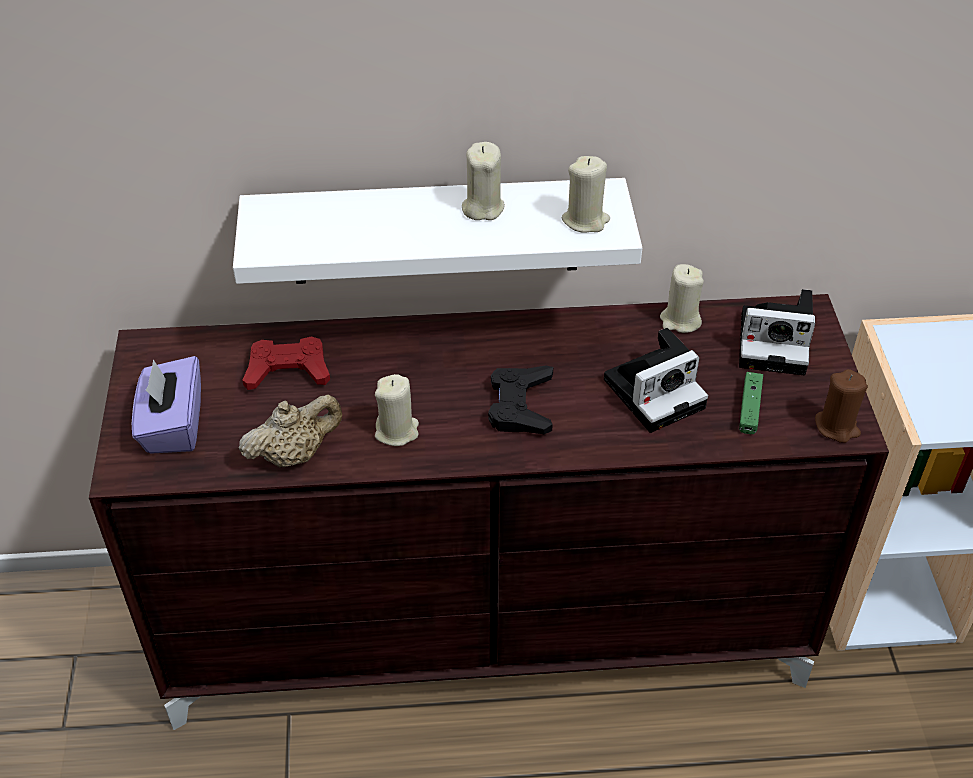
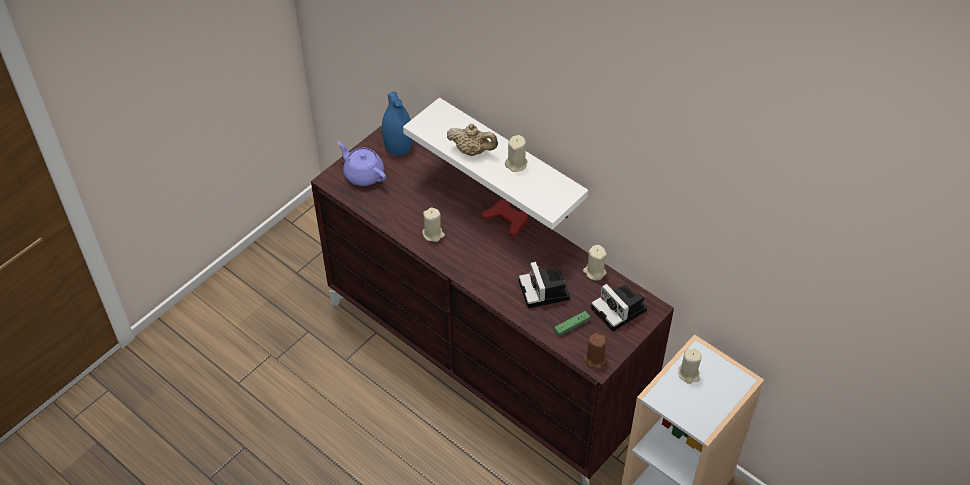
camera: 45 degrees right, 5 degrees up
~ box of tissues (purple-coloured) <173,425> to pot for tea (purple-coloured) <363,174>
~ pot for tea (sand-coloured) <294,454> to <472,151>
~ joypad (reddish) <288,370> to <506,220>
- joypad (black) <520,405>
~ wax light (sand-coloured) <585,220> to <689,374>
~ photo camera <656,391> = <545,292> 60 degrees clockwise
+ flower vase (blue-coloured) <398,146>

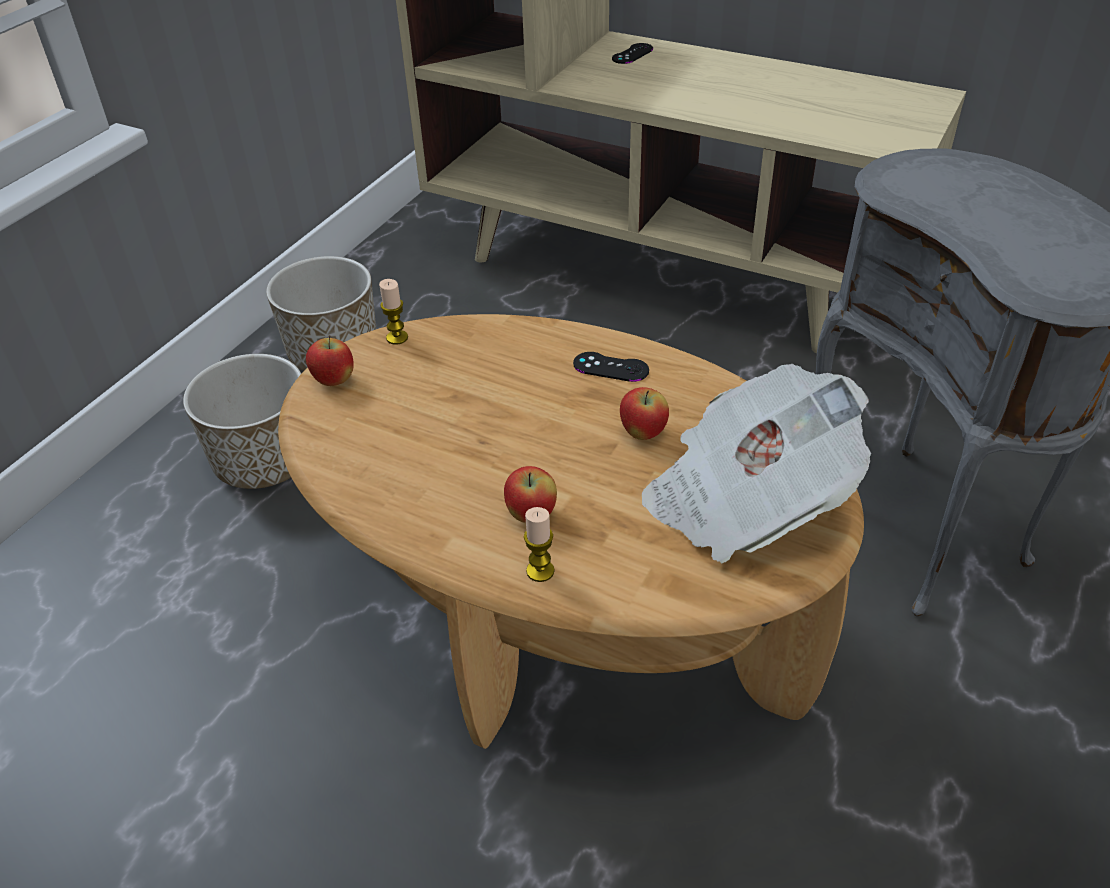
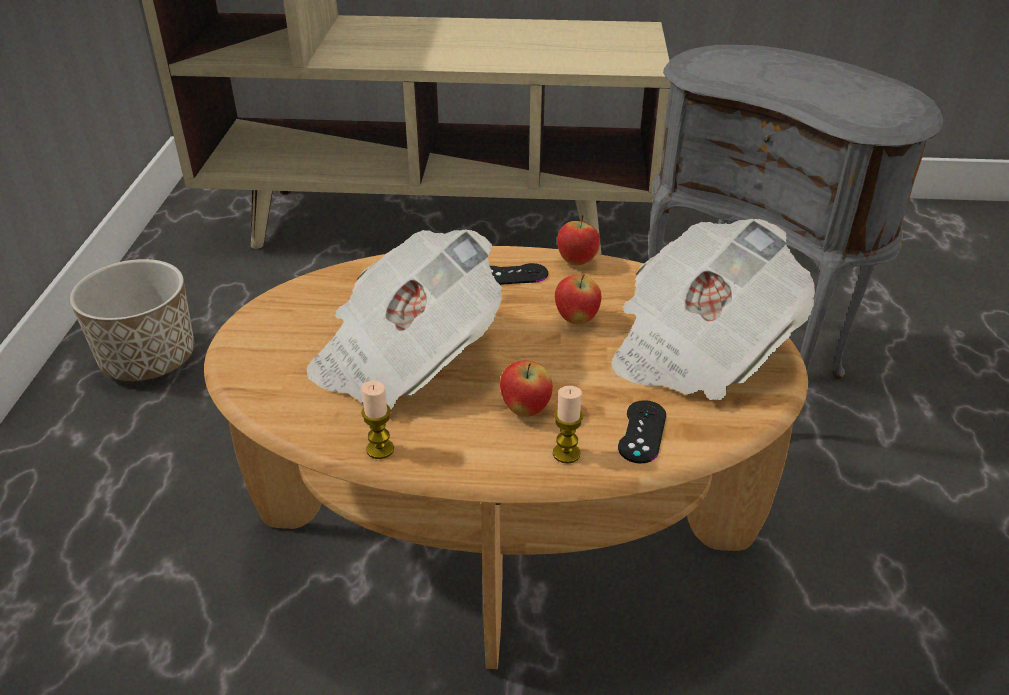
camera: 25 degrees left, 5 degrees down
- planter <265,461>
~ whole apple <334,381> to <577,262>
~ wax light <397,338> to <380,449>
~ joypad (black) <632,54> to <642,432>
+ printed paper <404,358>

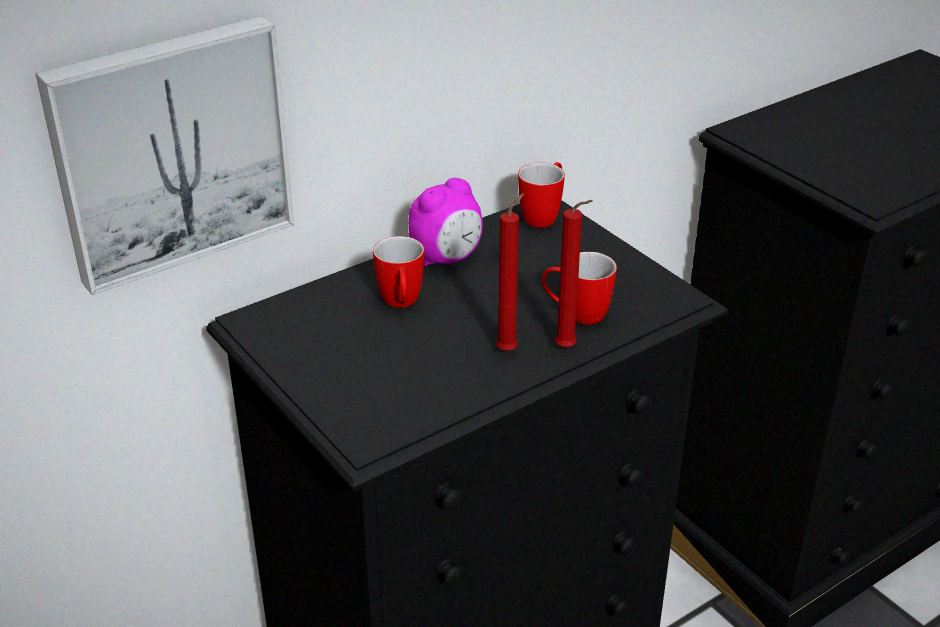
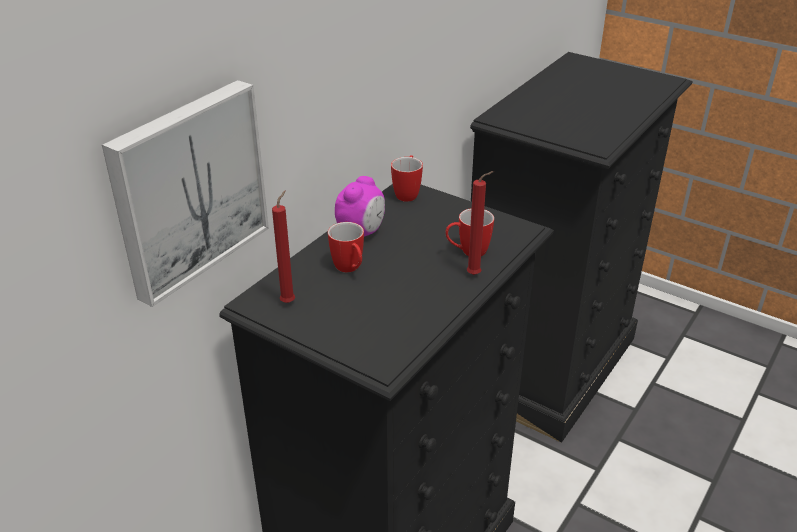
camera: 20 degrees left, 0 degrees up
~ wax light (reddish) <509,350> to <289,301>

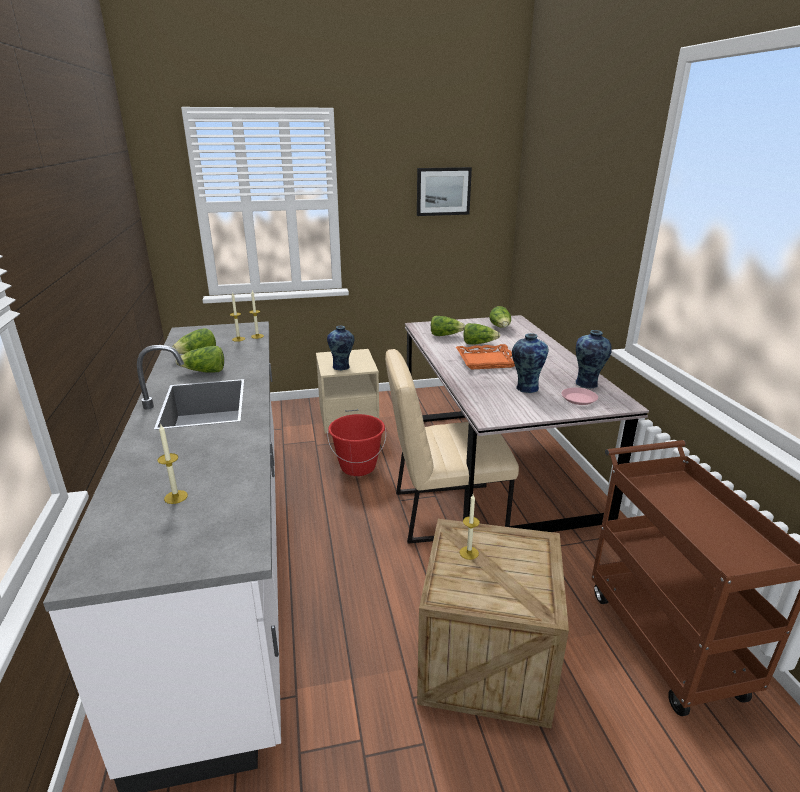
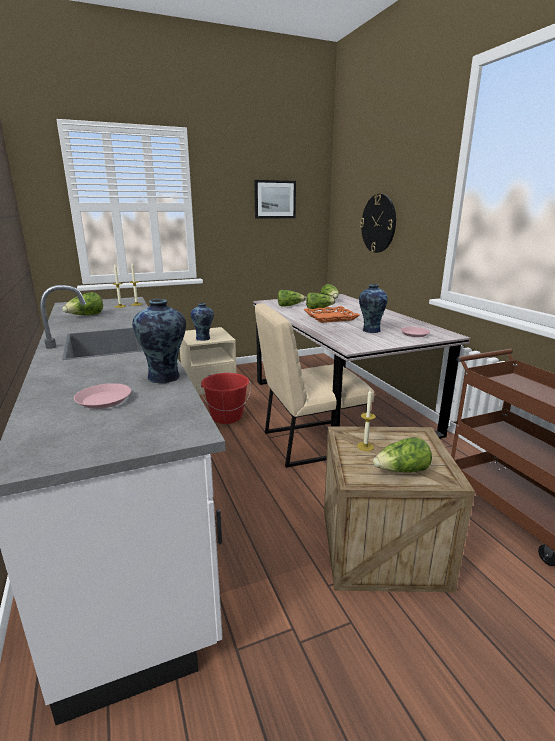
camera: 10 degrees left, 5 degrees down
~ wax light <176,497> to flat dish (pink-coloured) <103,400>
~ lettuce head <204,372> to <402,471>
~ flower vase <587,384> to <165,378>
+ wall clock <378,223>

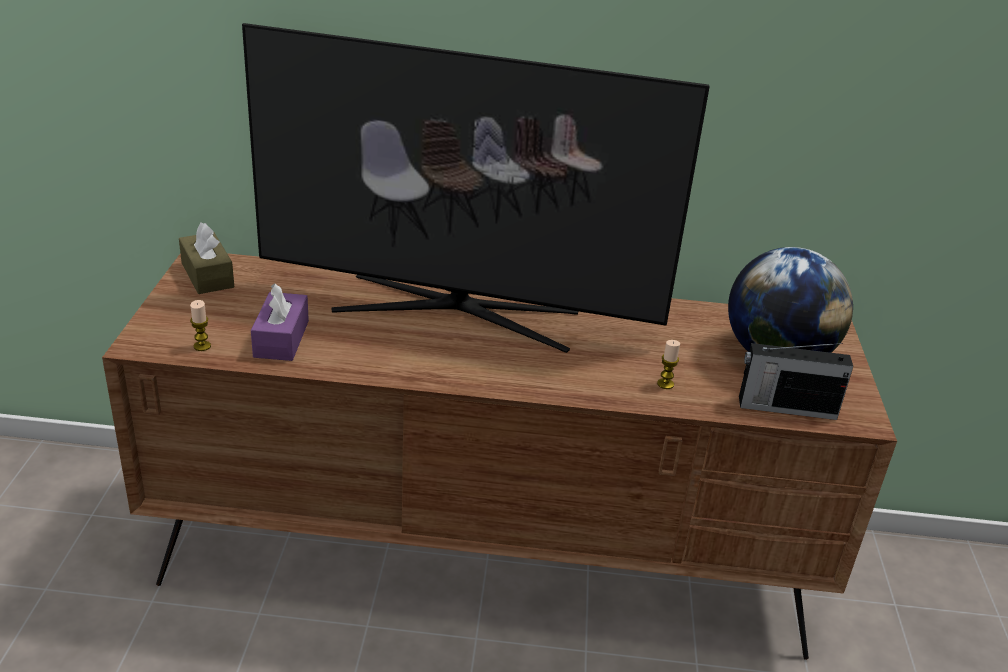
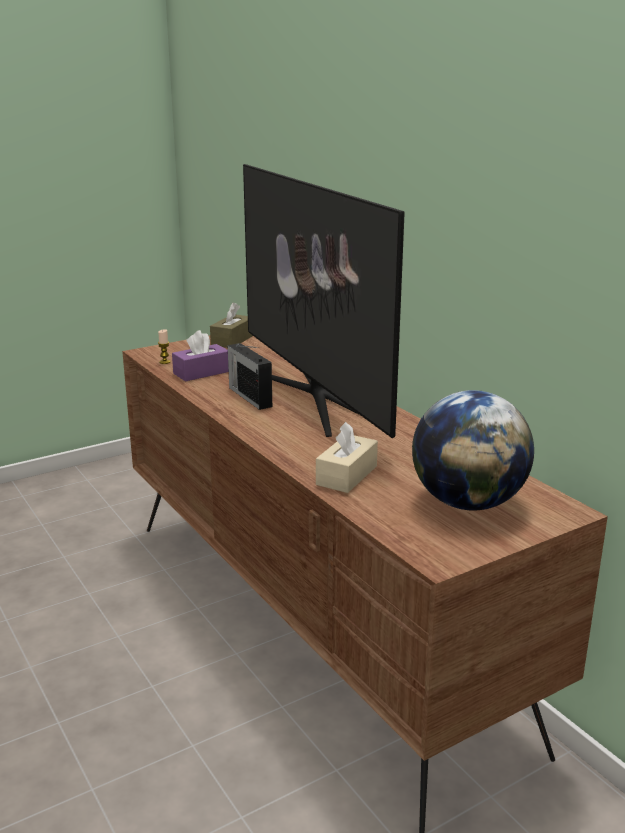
camera: 55 degrees right, 10 degrees down
~ wax light <665,384> to box of tissues (sand-coloured) <347,475>
~ radio receiver <785,407> to <249,396>

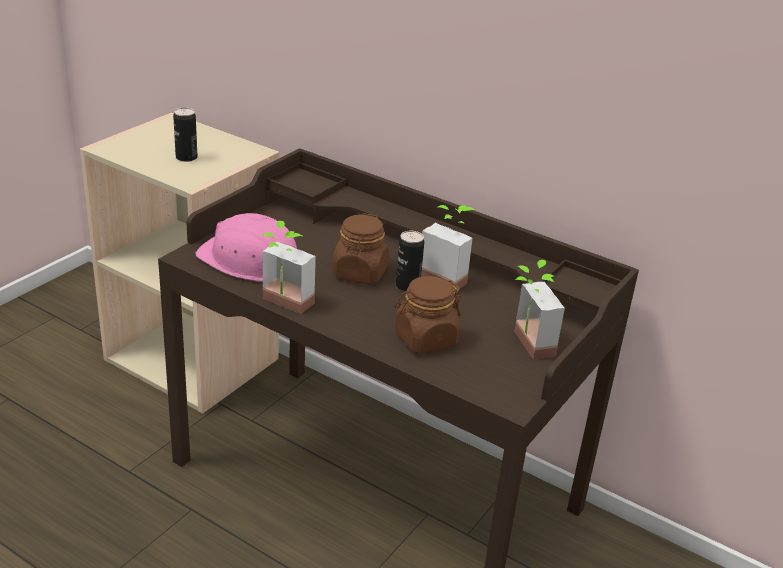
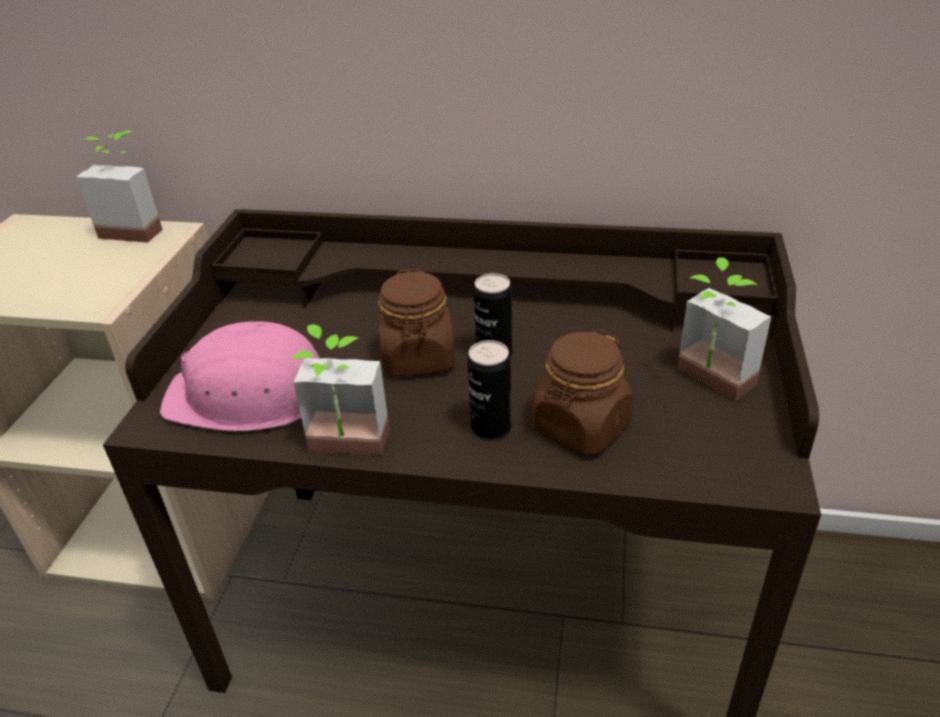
camera: 20 degrees left, 5 degrees up
~ can <186,157> to <491,427>
~ houseplant <447,276> to <137,228>

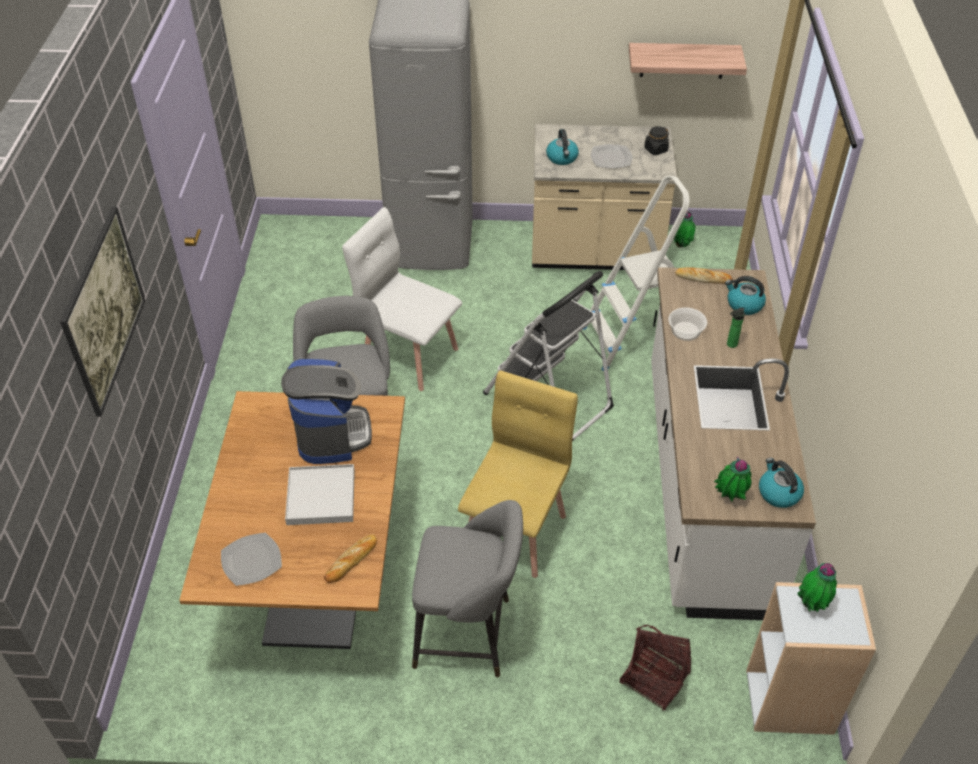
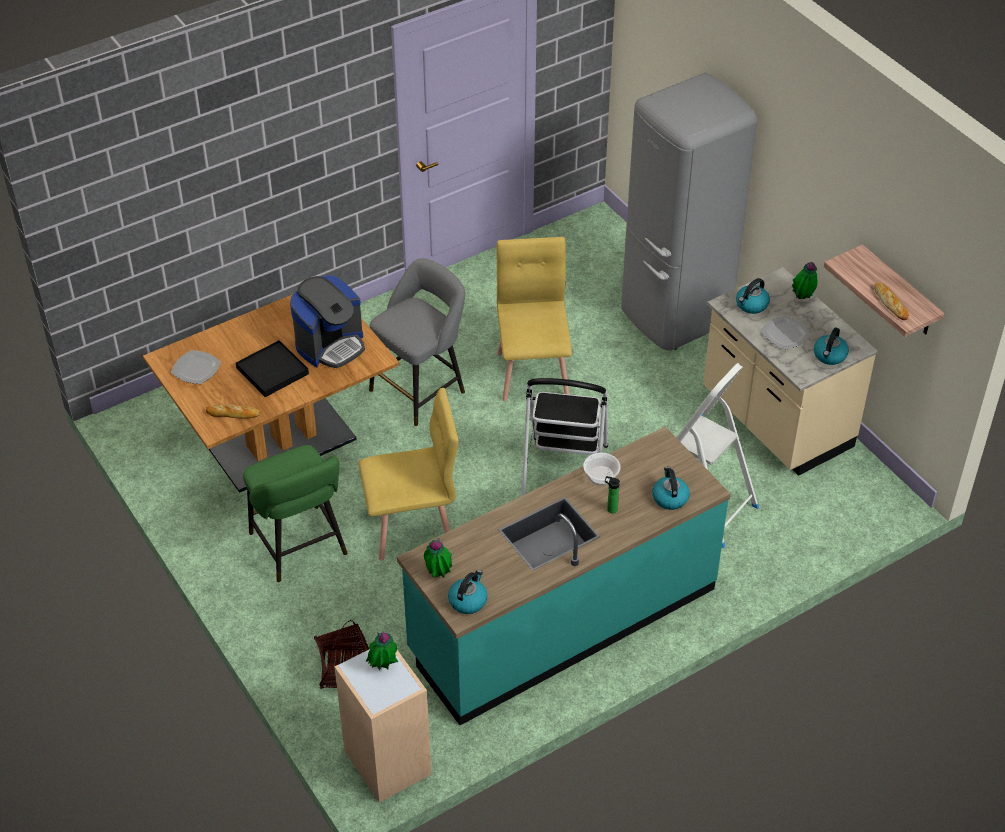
camera: 55 degrees right, 0 degrees up
- wall art <112,333>
~ serving tray (white-coloured) <321,497> to serving tray (black) <272,371>
~ chair (white-coloured) <410,356> to chair (yellow-coloured) <533,373>
~ stool seat (grey) <468,634> to stool seat (greenish) <300,548>
~ storage jar (black) <655,150> to tea kettle <829,356>
~ counter (white-coloured) <704,484> to counter (turquoise-coloured) <562,620>
~ houseplant <682,245> to <803,298>
~ bread <703,278> to <890,303>

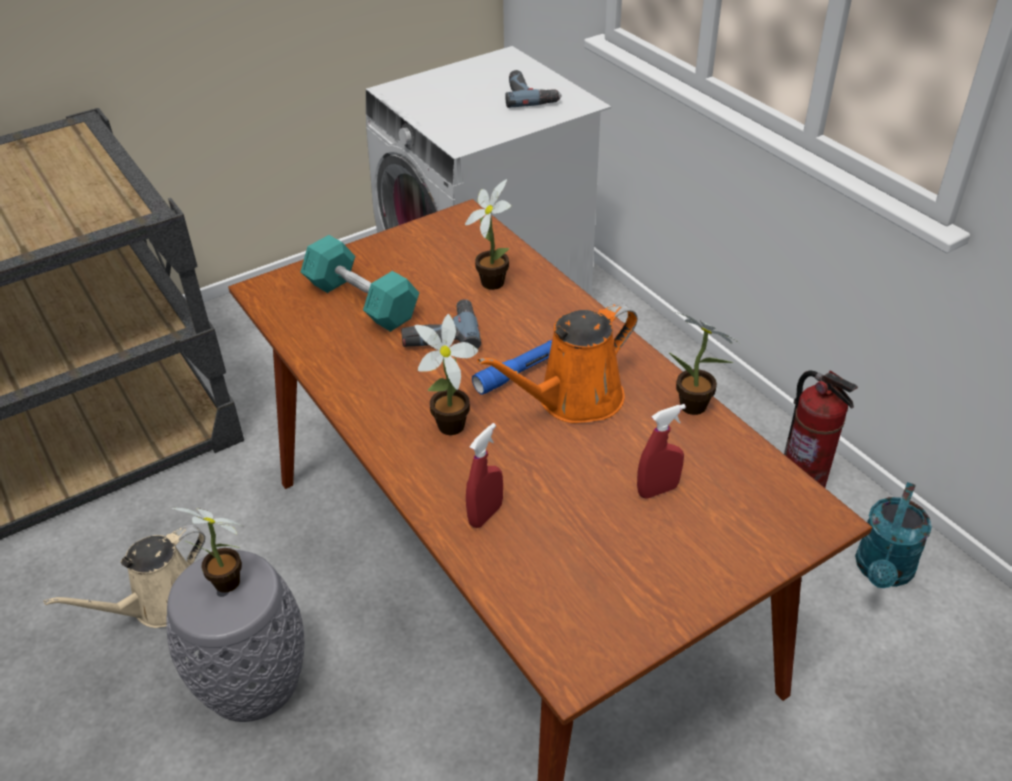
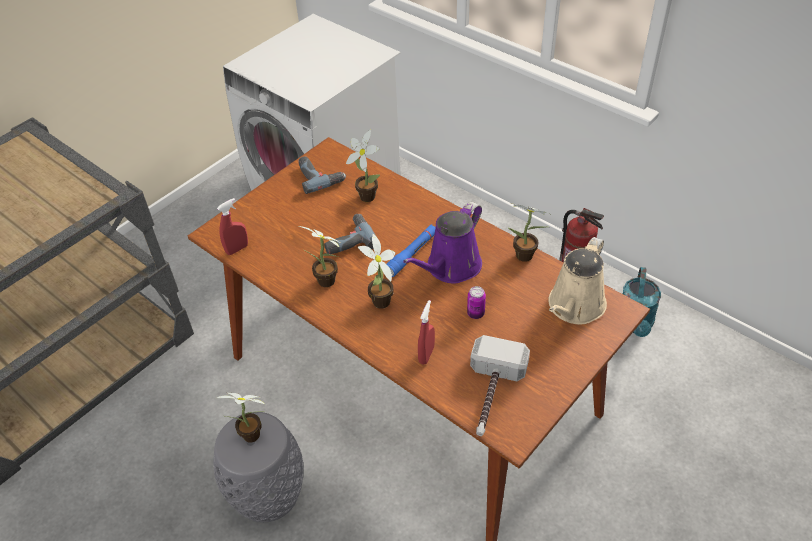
camera: 15 degrees left, 5 degrees up
~ watering can (sand-coloured) <161,604> to <574,307>
- free weight (turquoise-coloured) <361,301>
~ watering can (orange-coloured) <573,400> to watering can (purple-coloured) <450,267>
~ drill <530,95> to <319,176>
~ spray bottle (reddish) <657,490> to <237,249>
+ houseplant <328,283>
+ can <475,313>
+ hand hammer <491,395>

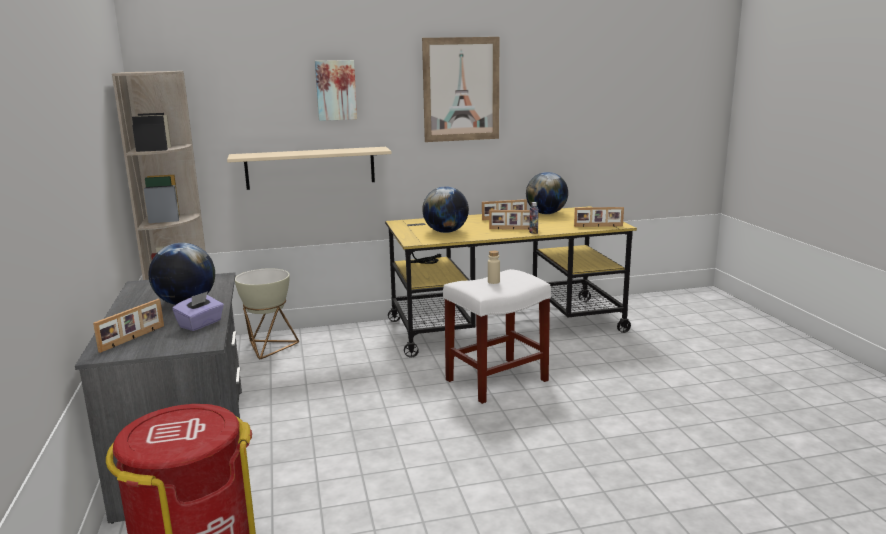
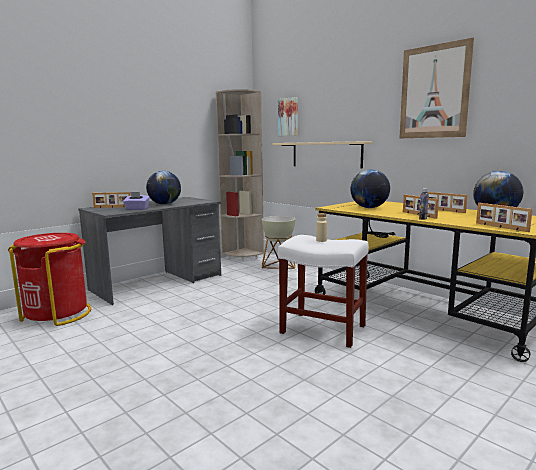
camera: 60 degrees right, 5 degrees down
~ wall art <336,90> to <288,117>

